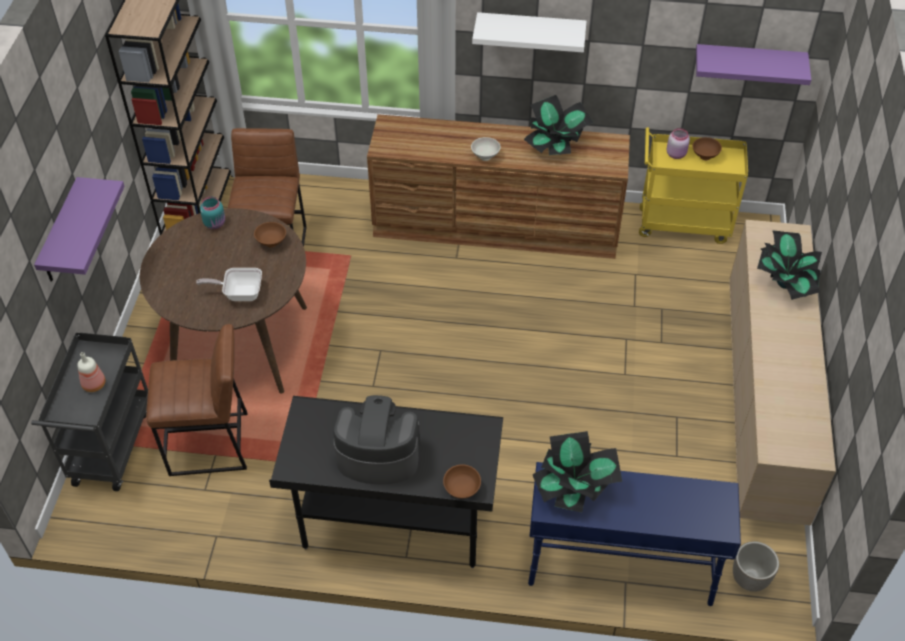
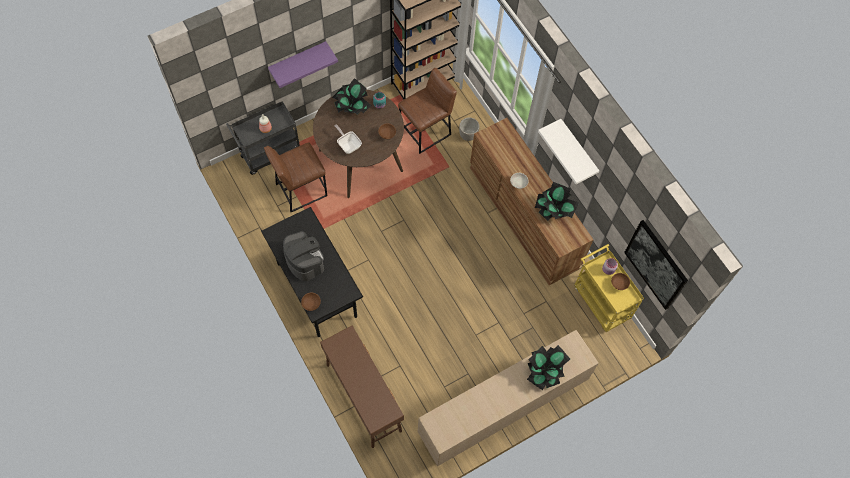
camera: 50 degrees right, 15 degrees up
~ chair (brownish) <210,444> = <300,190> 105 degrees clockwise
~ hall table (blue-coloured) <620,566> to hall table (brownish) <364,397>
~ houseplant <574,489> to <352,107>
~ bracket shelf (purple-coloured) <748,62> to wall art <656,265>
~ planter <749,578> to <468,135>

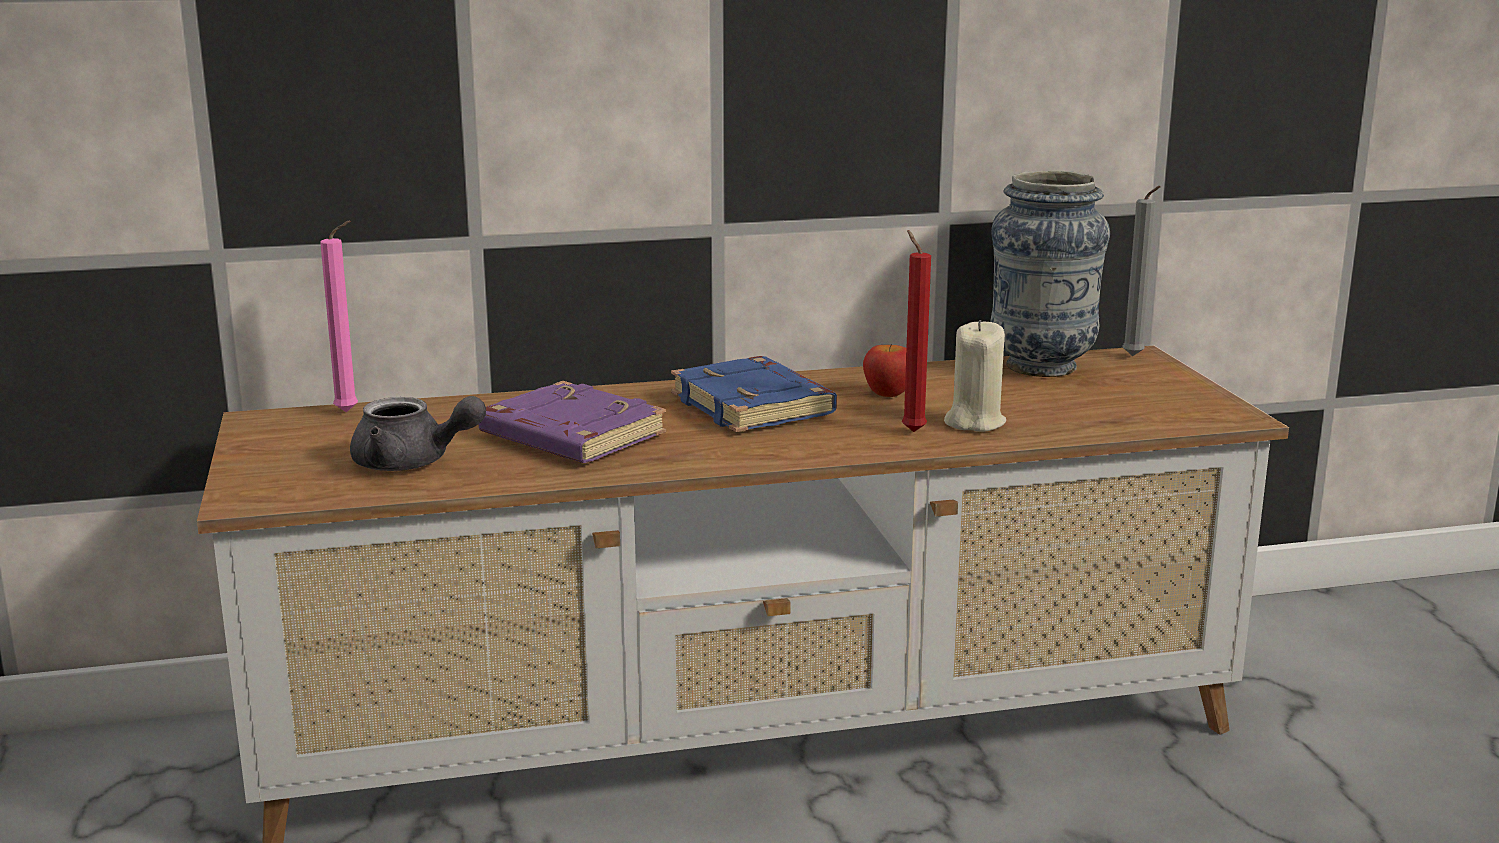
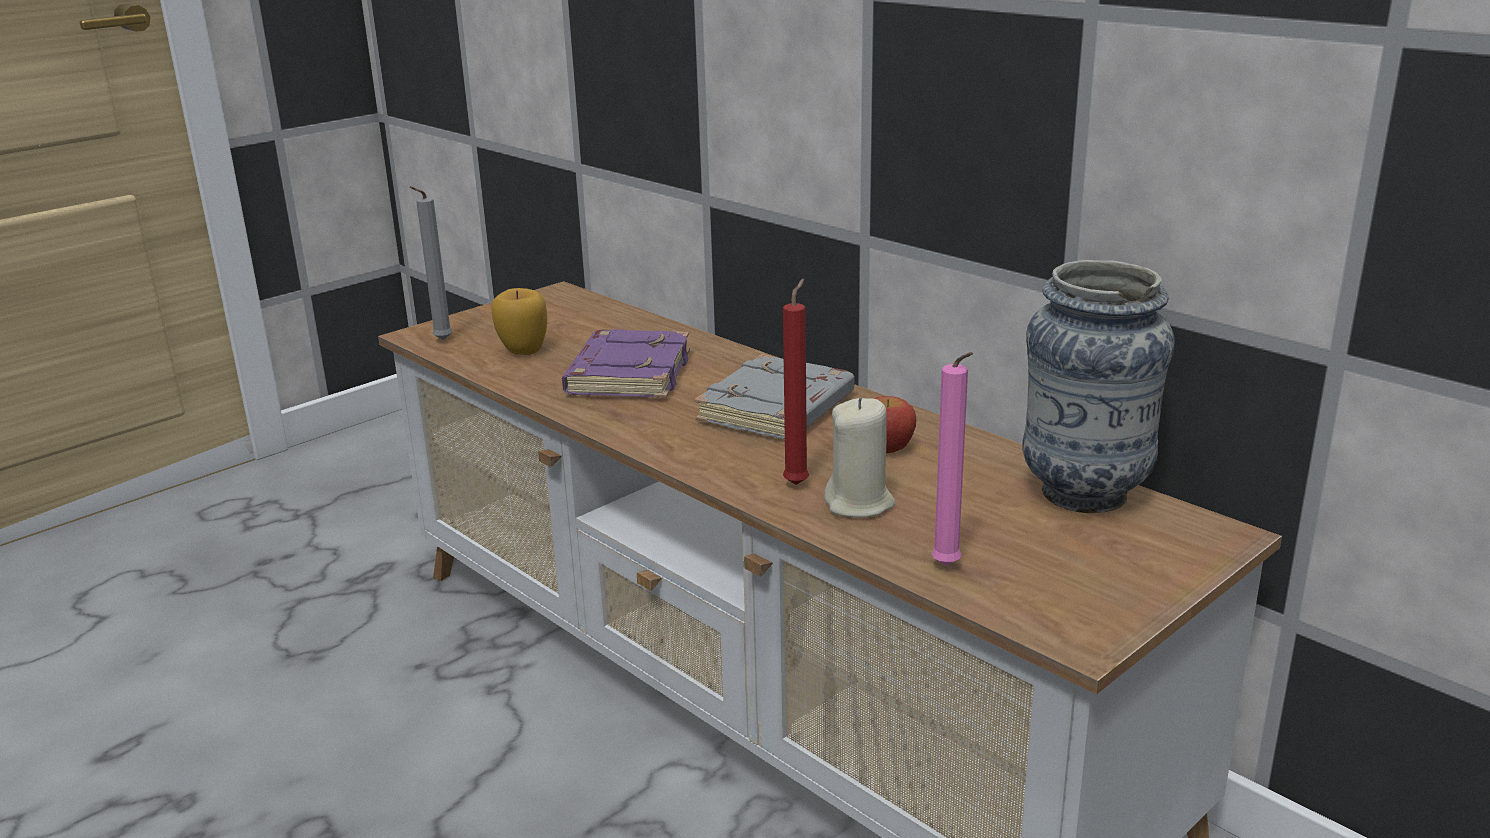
camera: 60 degrees right, 5 degrees up
~ wax light (pink-coloured) <350,412> to <948,568>
~ pot for tea (grey) <412,463> to whole apple <523,351>
~ bound book (blue-coloured) <755,406> to bound book (grey) <777,410>
~ wax light (grey) <1134,357> to <440,341>

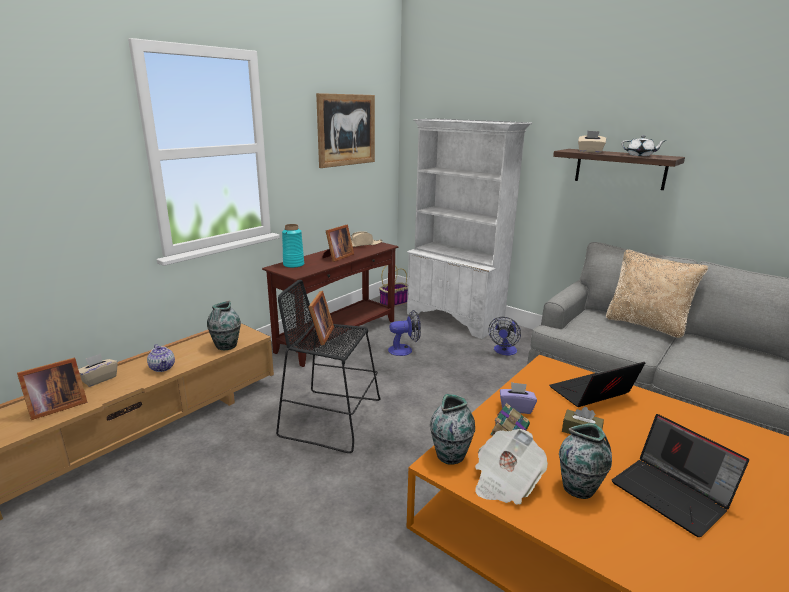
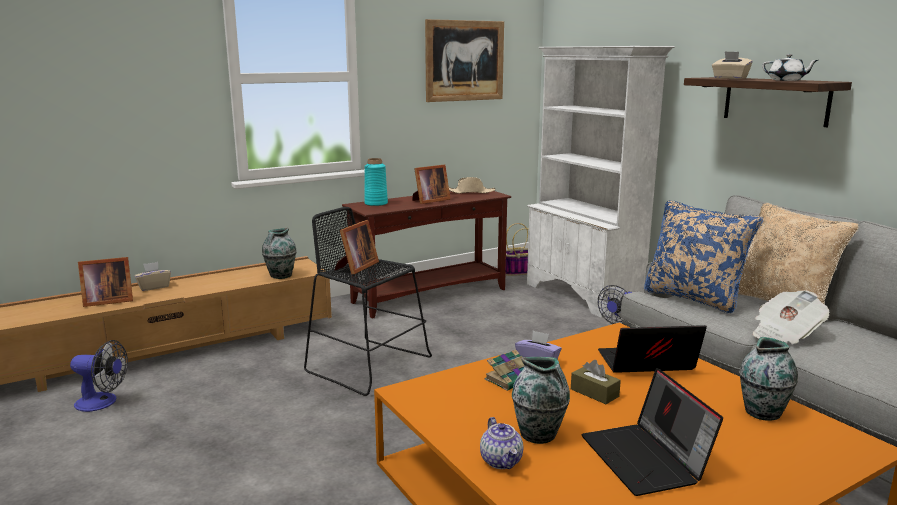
camera: 20 degrees right, 5 degrees down
~ pot for tea <163,368> to <502,461>
~ fan <404,350> to <102,402>
~ flower vase <450,455> to <763,412>
~ printed paper <505,481> to <784,334>
+ cushion (blue-coloured) <693,300>

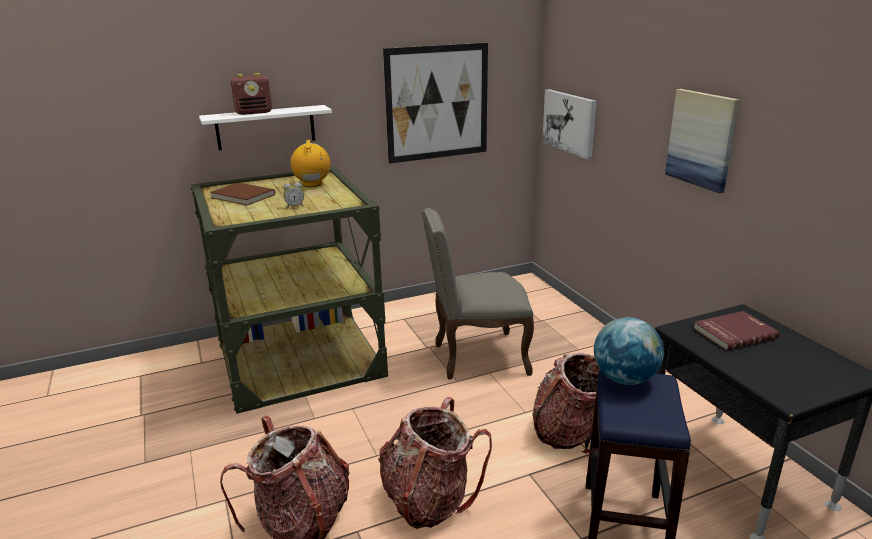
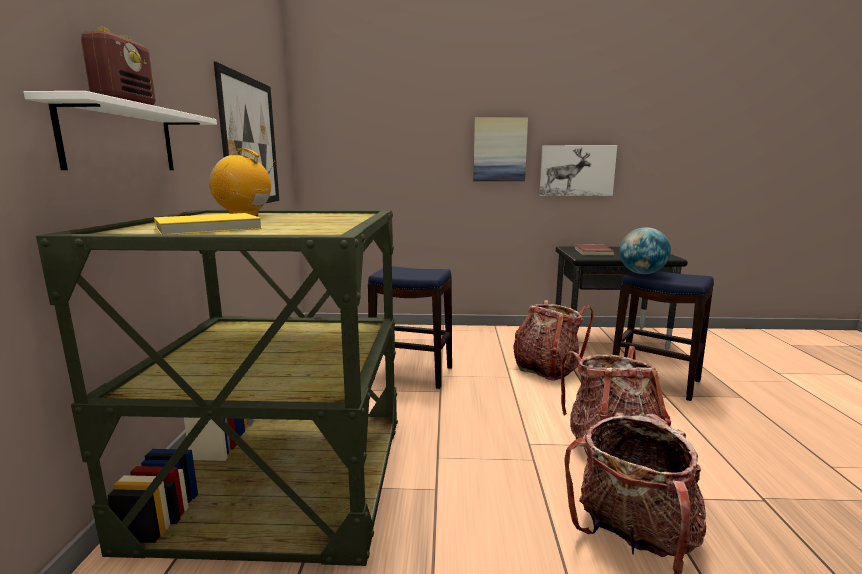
camera: 65 degrees left, 10 degrees down
~ bound book (brownish) <242,196> to bound book (yellow-coloured) <208,228>
- alarm clock <294,206>
~ chair (grey) <478,357> to stool seat <411,374>
~ wall art <570,122> to <576,170>

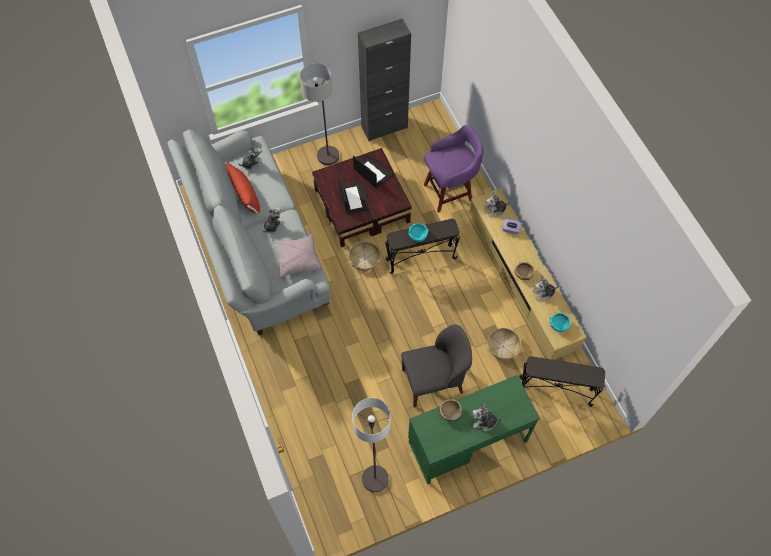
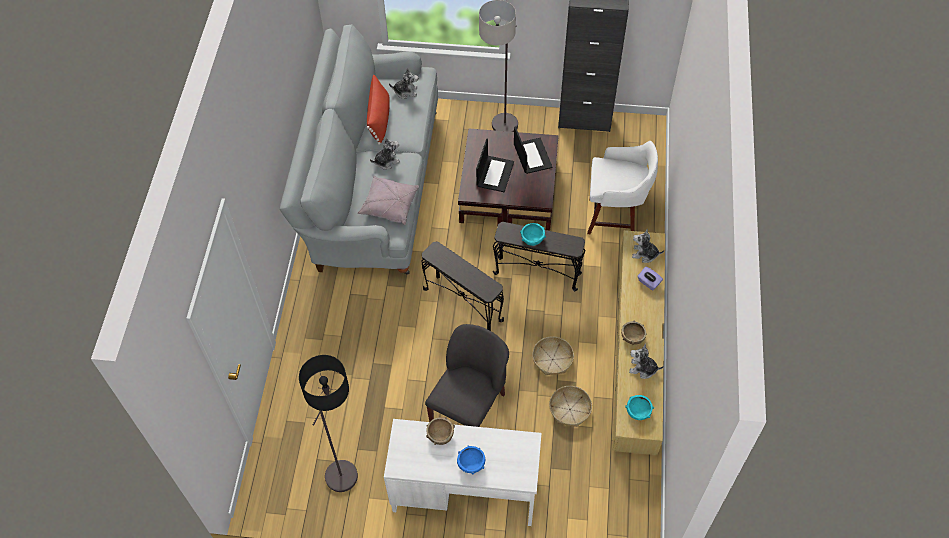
camera: 30 degrees right, 5 degrees down
~ basket <364,259> to <552,359>
~ floor lamp (white-coloured) <374,471> to floor lamp (black) <345,467>
~ chair (grey) <433,381> = <469,407> 75 degrees counterclockwise
~ desk (greenish) <467,441> to desk (white-coloured) <464,490>
~ stool seat (purple-coloured) <450,192> to stool seat (white-coloured) <614,218>
~ cuddly toy <484,421> to serving bowl (blue-coloured) <471,463>
~ side table (black) <555,392> to <463,305>

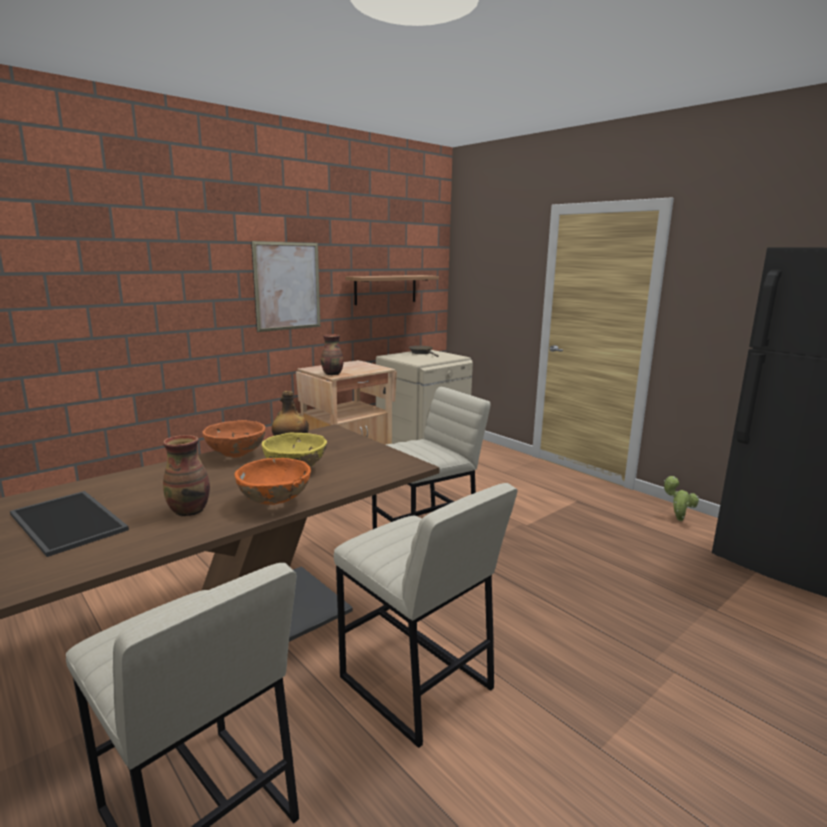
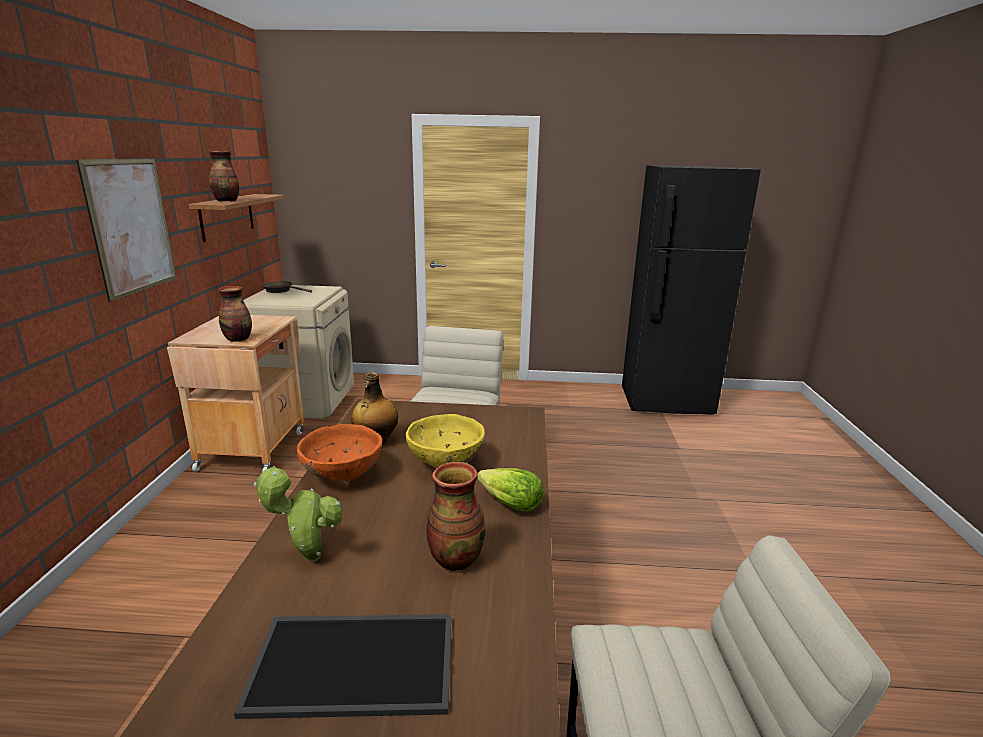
camera: 45 degrees left, 5 degrees up
~ serving bowl (orange-coloured) <275,503> to lettuce head <510,504>
- chair (sand-coloured) <419,684>
~ houseplant <677,519> to <308,557>
+ flower vase <227,201>

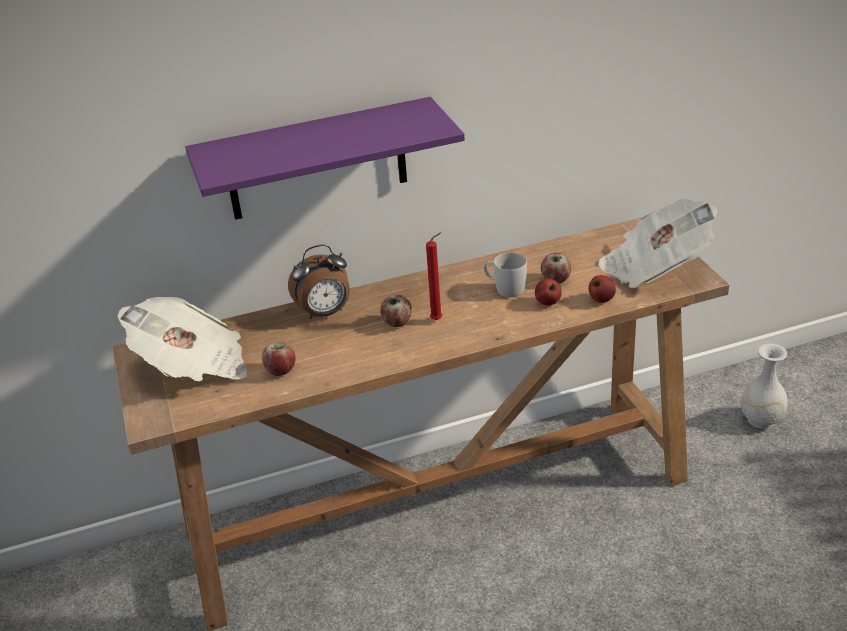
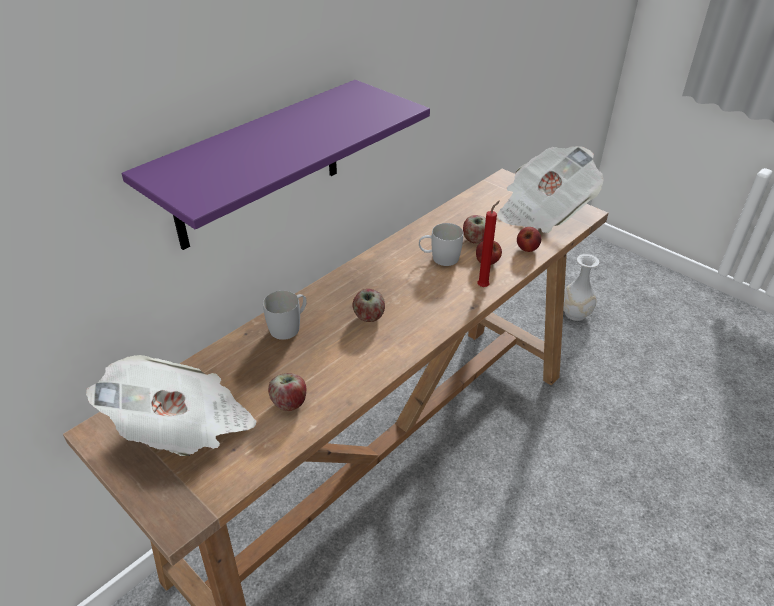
camera: 30 degrees left, 5 degrees up
~ alarm clock <325,313> to coffee mug (white-coloured) <289,326>
~ wax light (reddish) <438,320> to <484,286>

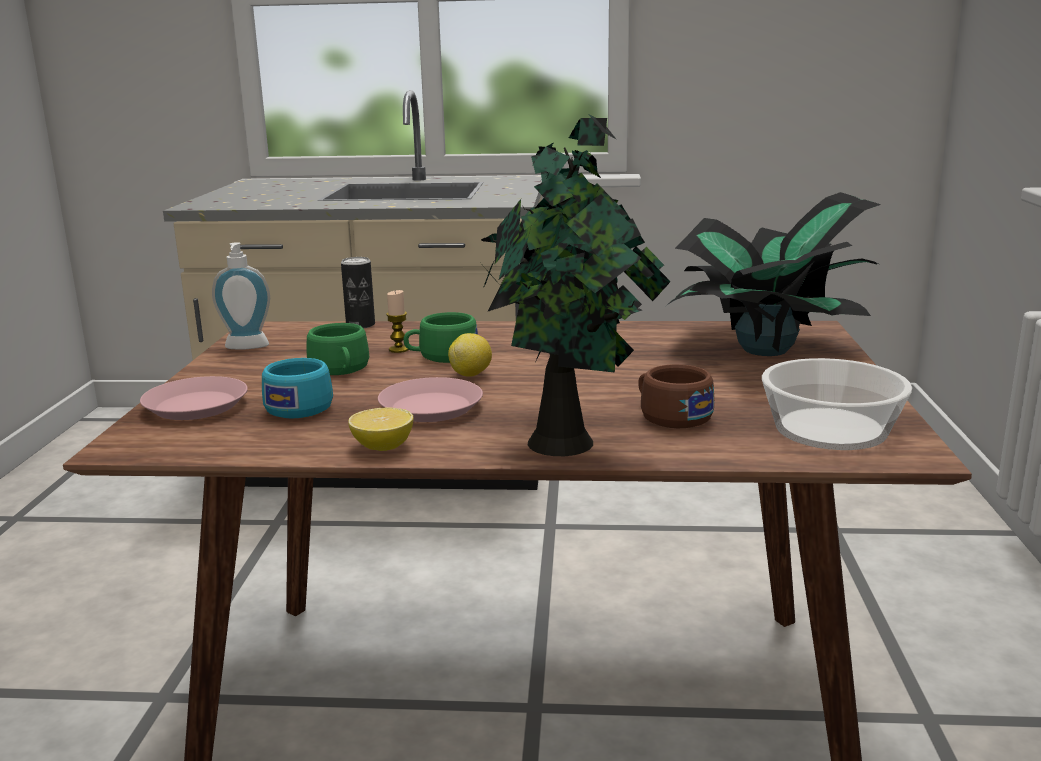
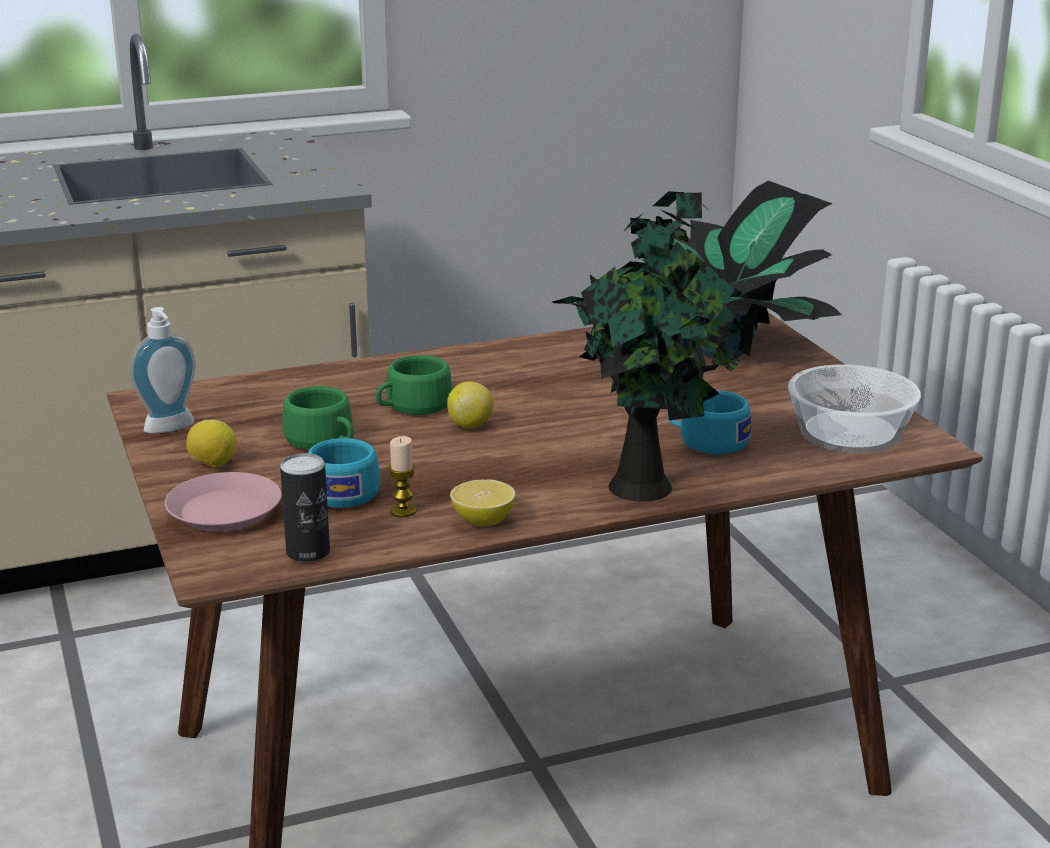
camera: 25 degrees left, 5 degrees up
~ can <360,325> to <308,552>
- flat dish (pink-coloured) <430,407>
~ wax light <399,349> to <403,511>
~ small cup (brownish) <670,416> to small cup (turquoise-coloured) <706,441>
+ citrus fruit <212,465>

